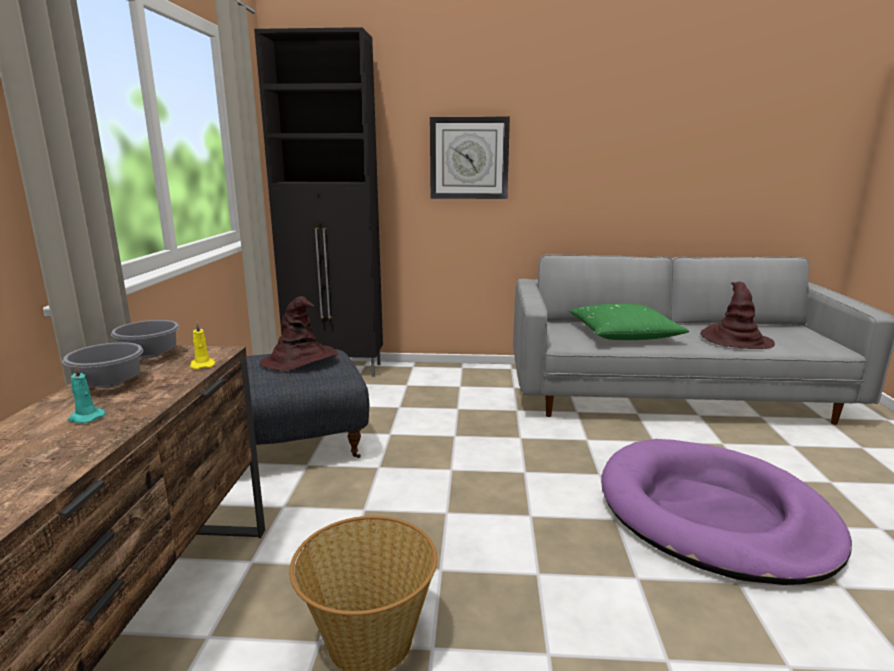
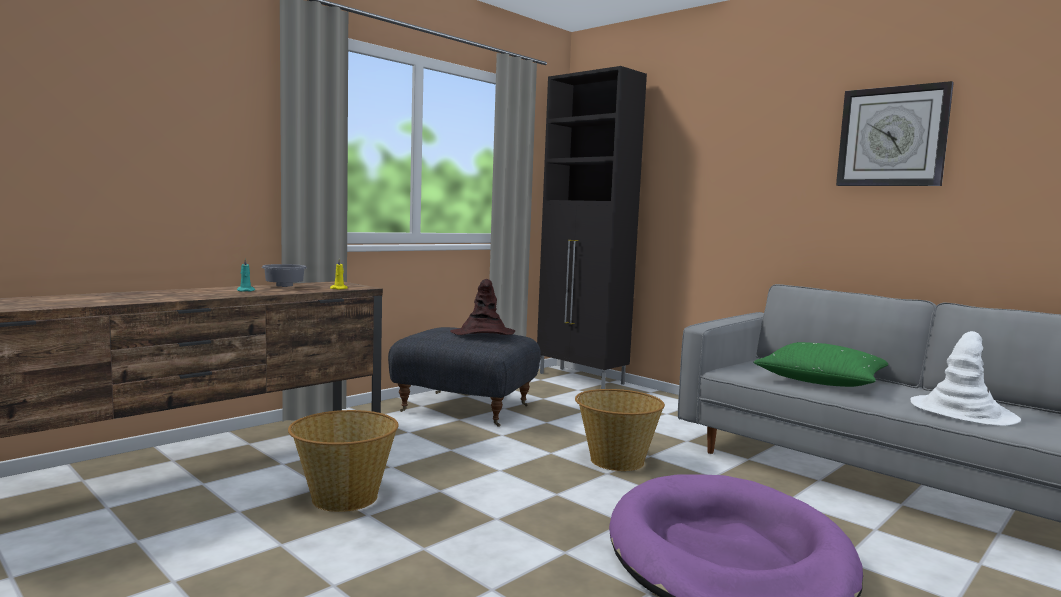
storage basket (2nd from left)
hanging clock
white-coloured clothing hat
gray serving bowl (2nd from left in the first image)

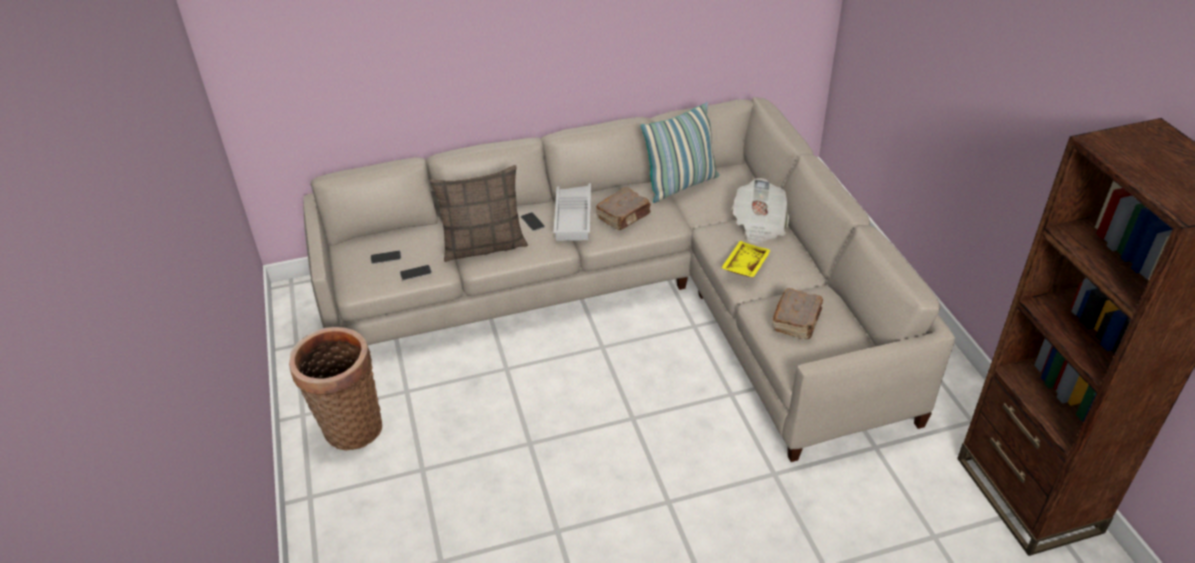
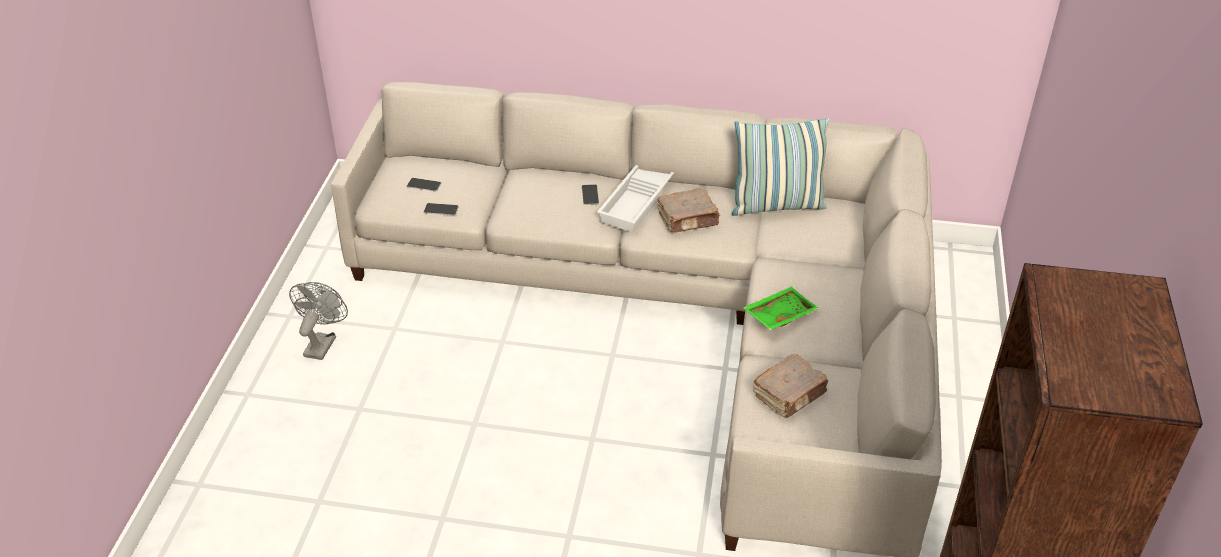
gray cooling fan
green-coloured serving tray
pillow (1st from left in the first image)
newspaper

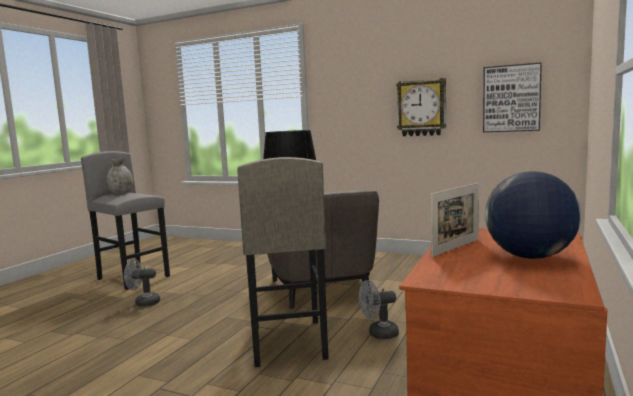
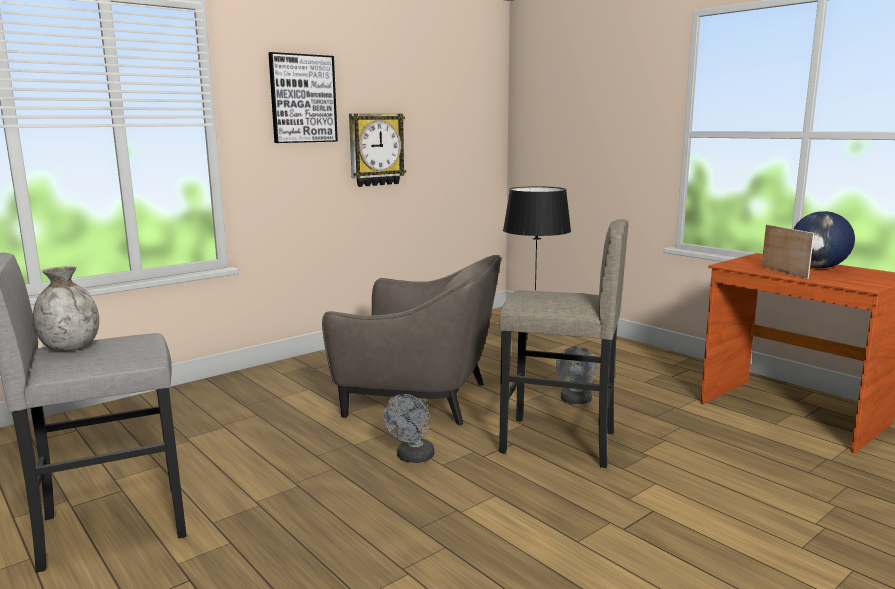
wall art
gray cooling fan (1st from left)

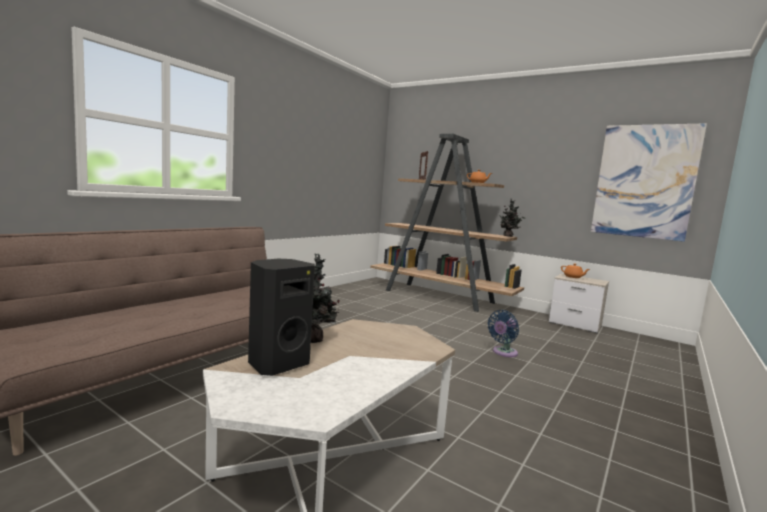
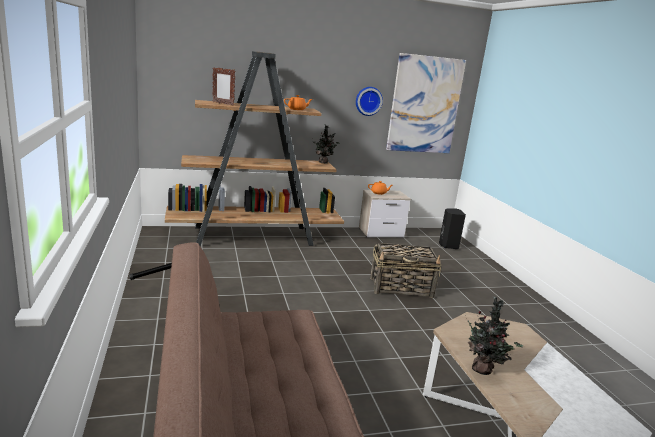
hanging clock
storage basket
black loudspeaker

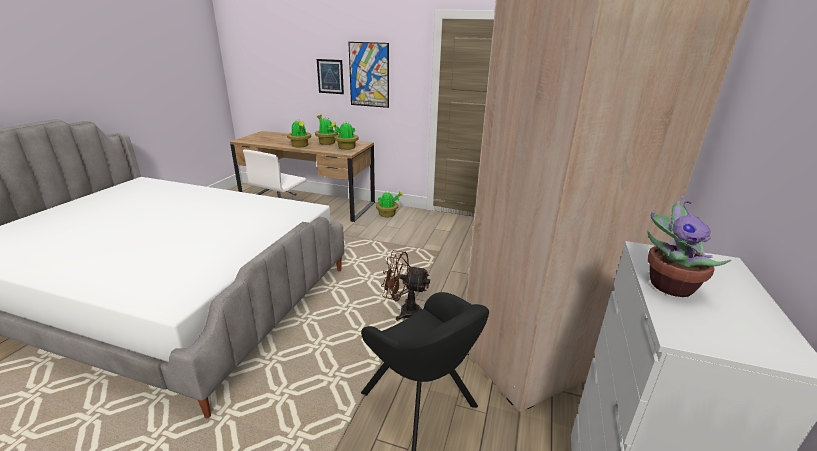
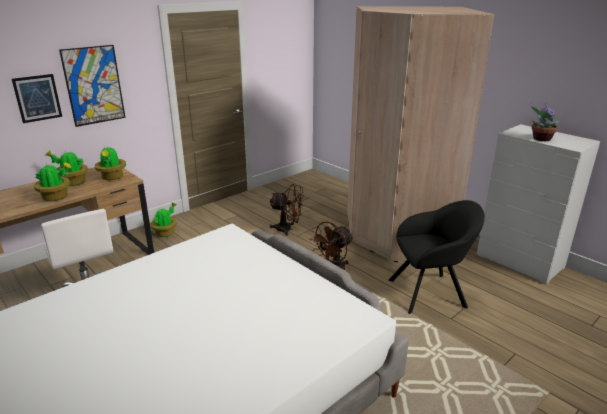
brown cooling fan (1st from left)

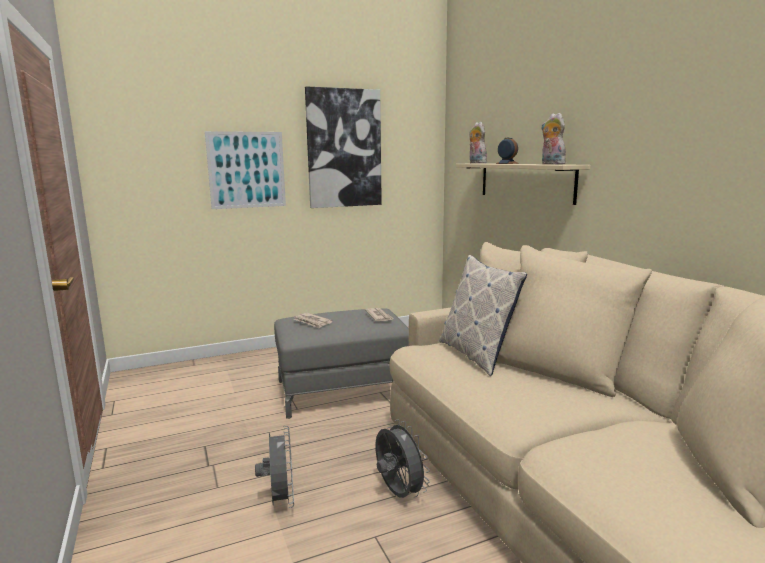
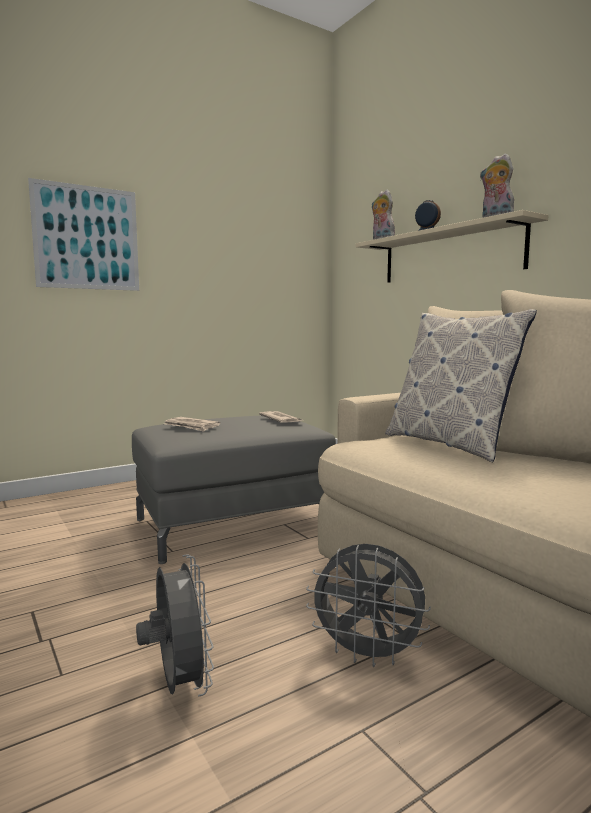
gray cooling fan (2nd from left)
wall art (2nd from left in the first image)

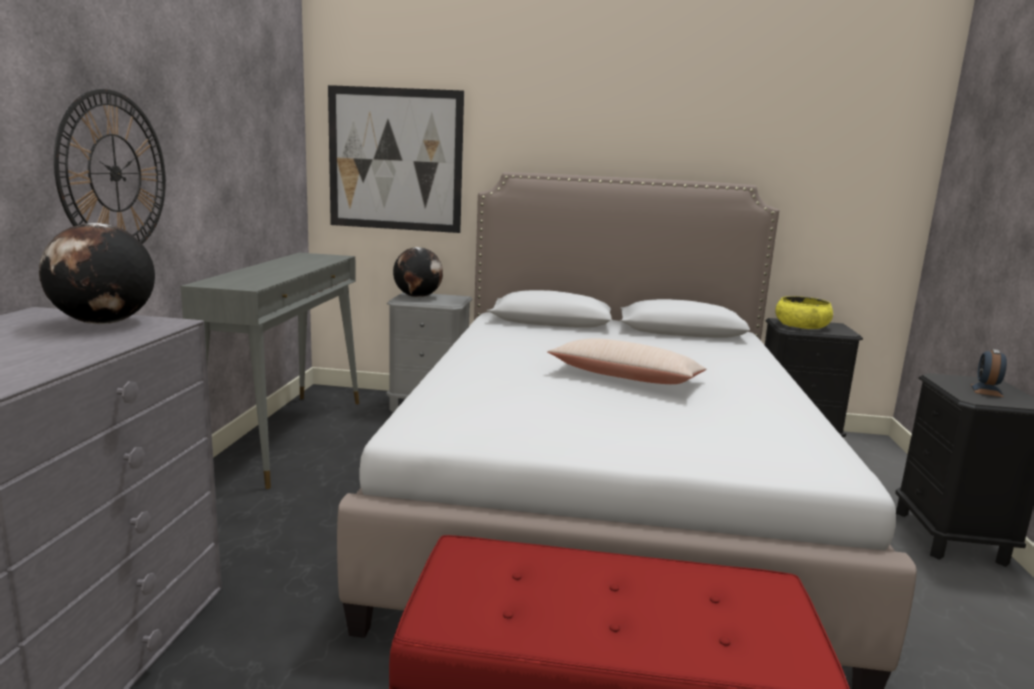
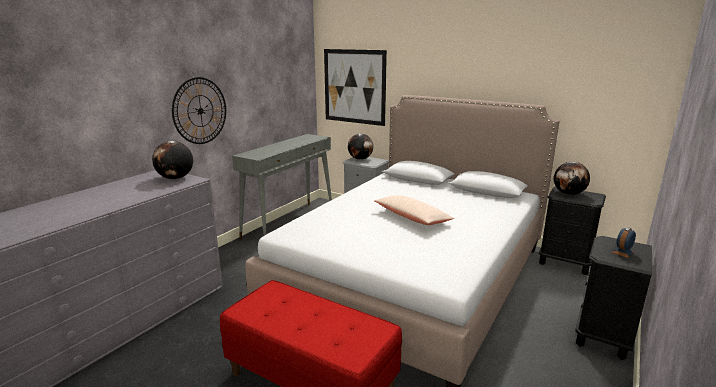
world globe (3rd from left)

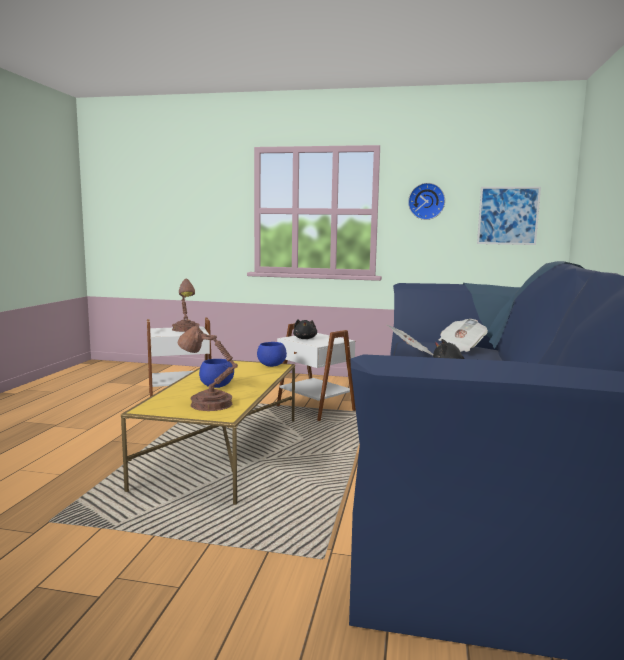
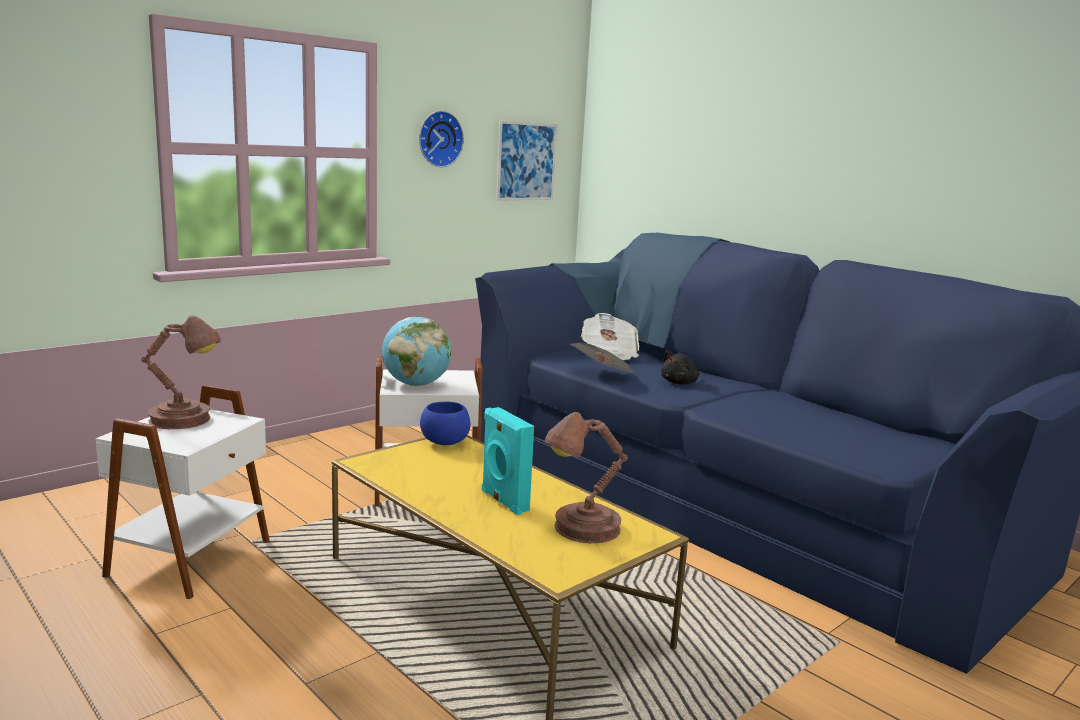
world globe
blue-green loudspeaker

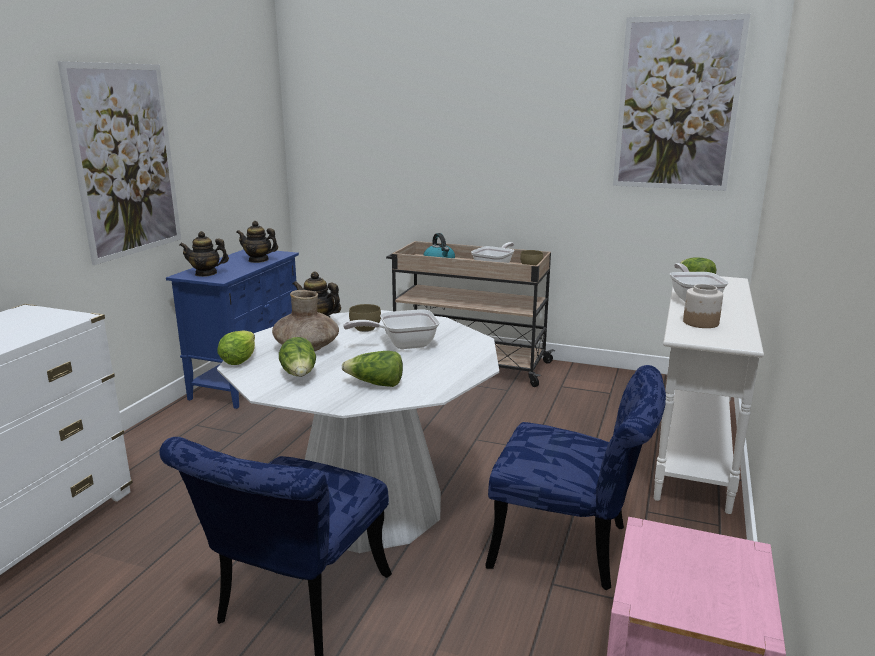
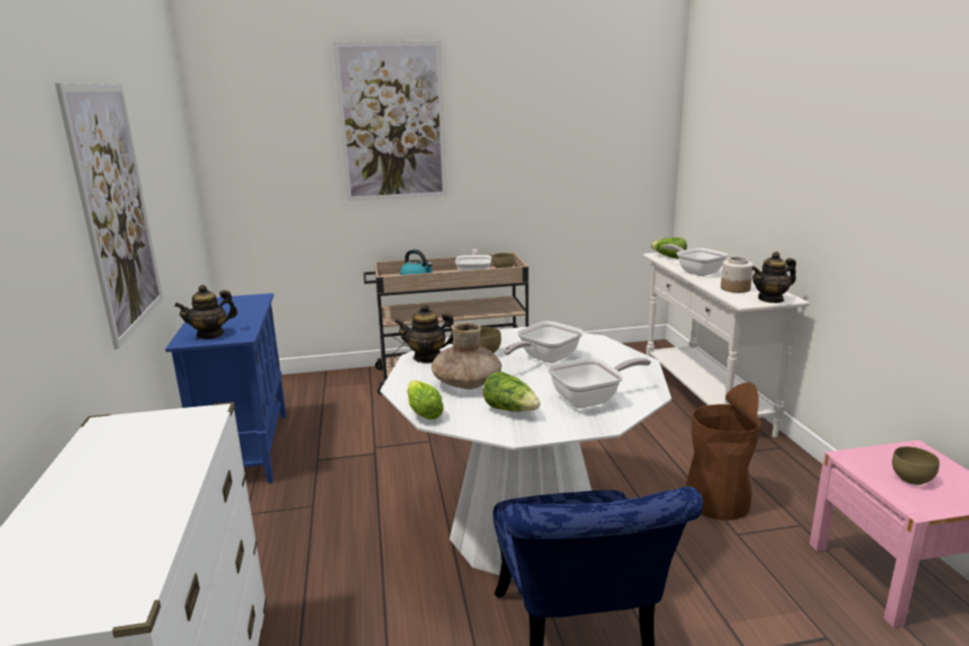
wall art (2nd from left)
frying pan (3rd from left)
brown trash can
teapot (3rd from left)
brown serving bowl (3rd from left)

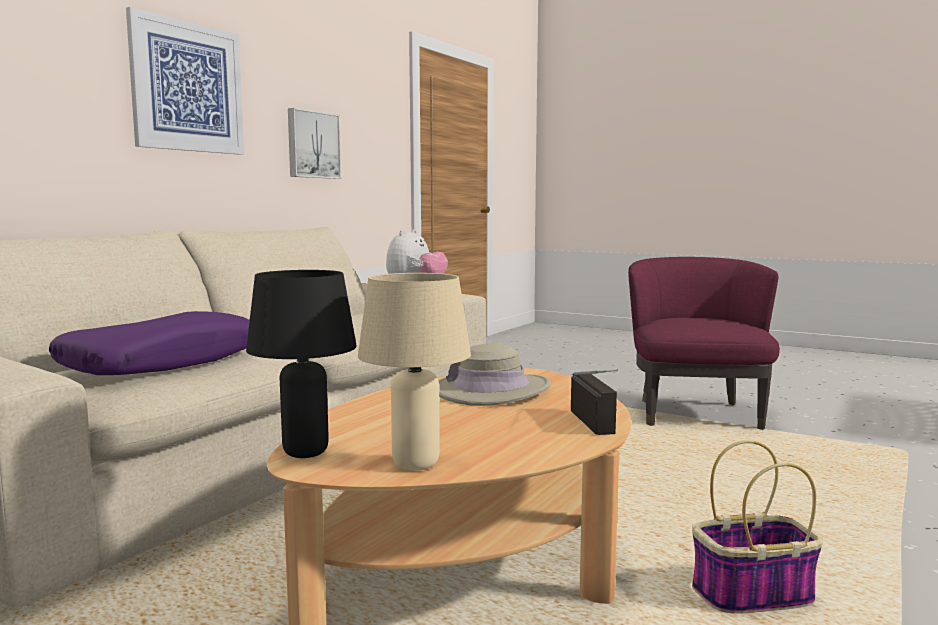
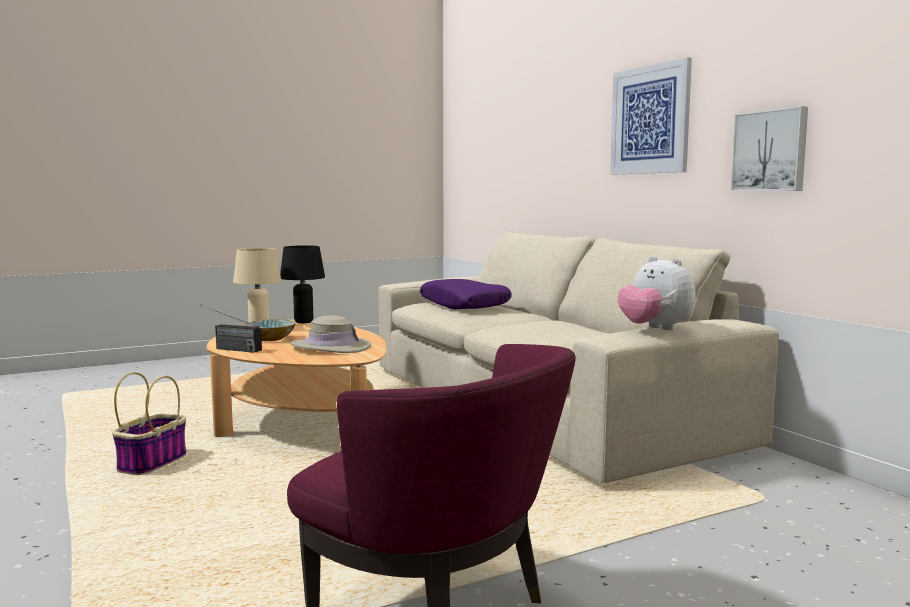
serving bowl

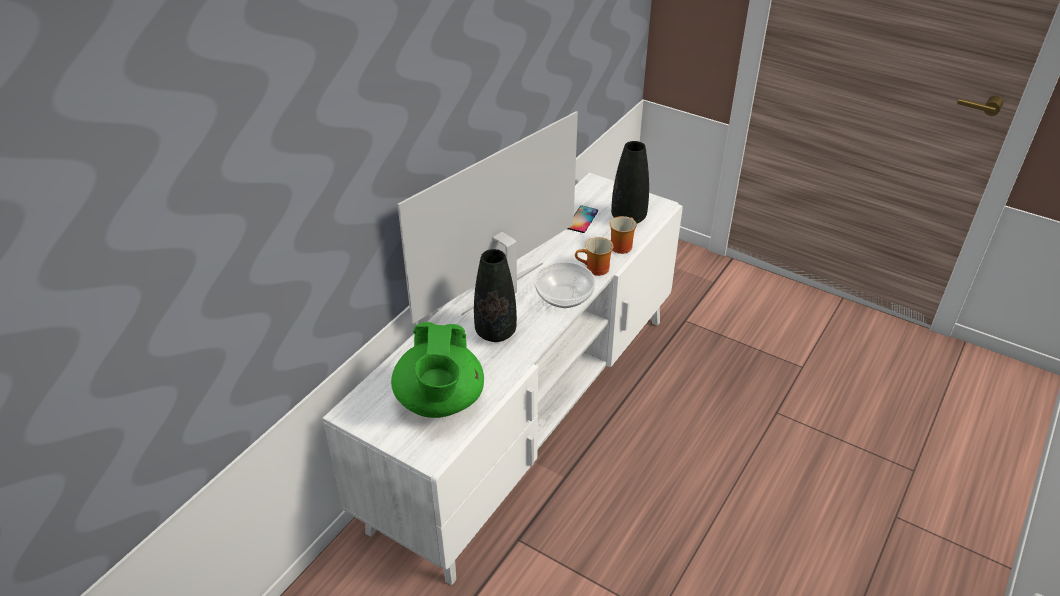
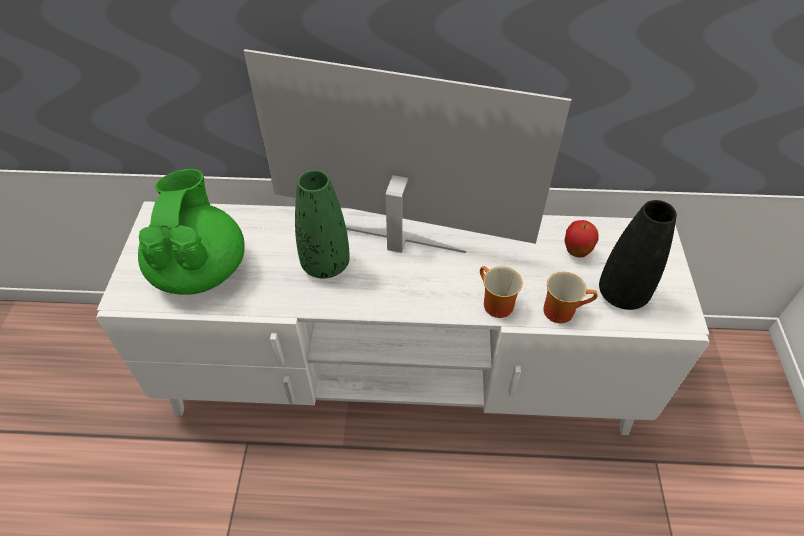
green-coloured teapot
green-coloured flower vase
whole apple
serving bowl

